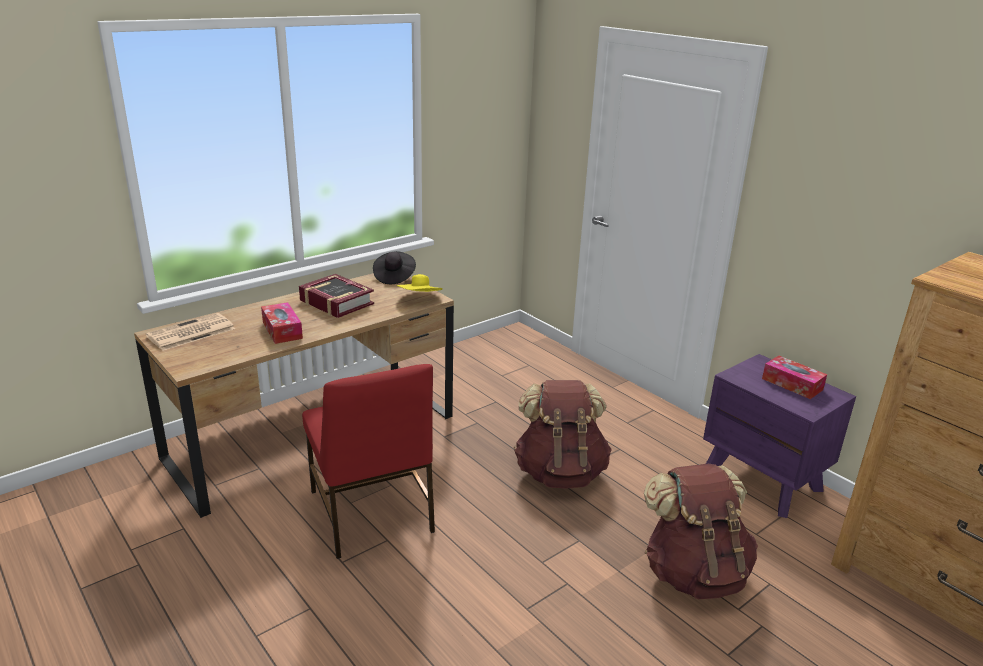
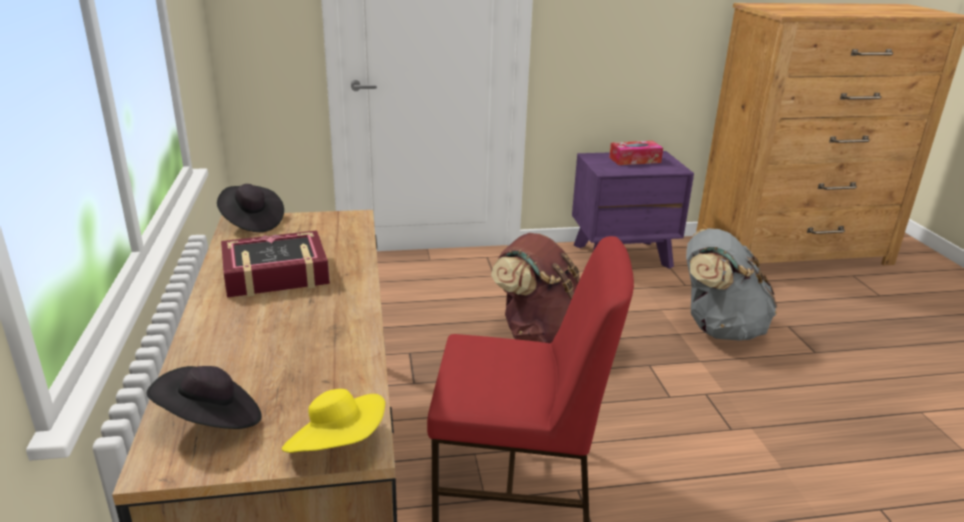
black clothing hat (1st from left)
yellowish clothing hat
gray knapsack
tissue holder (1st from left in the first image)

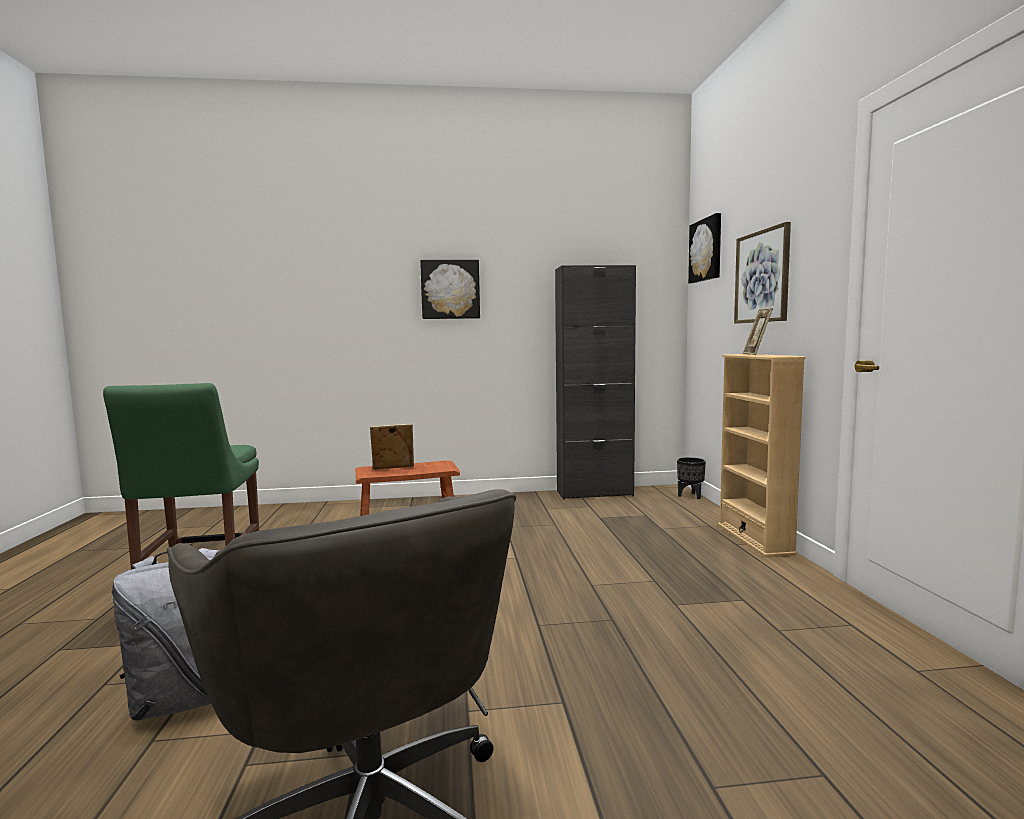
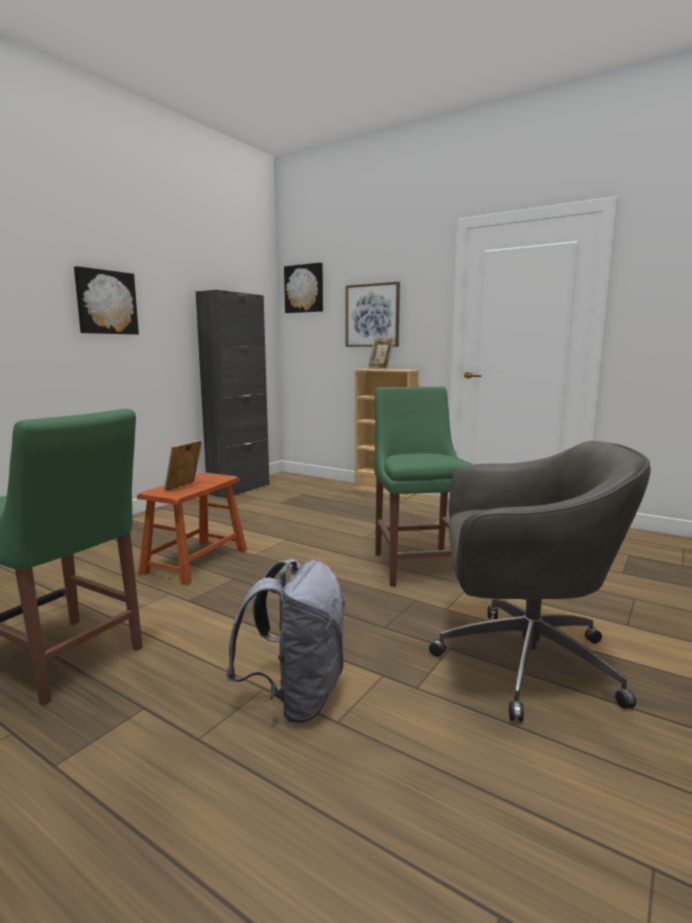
green-coloured chair (2nd from left)
black plant pot

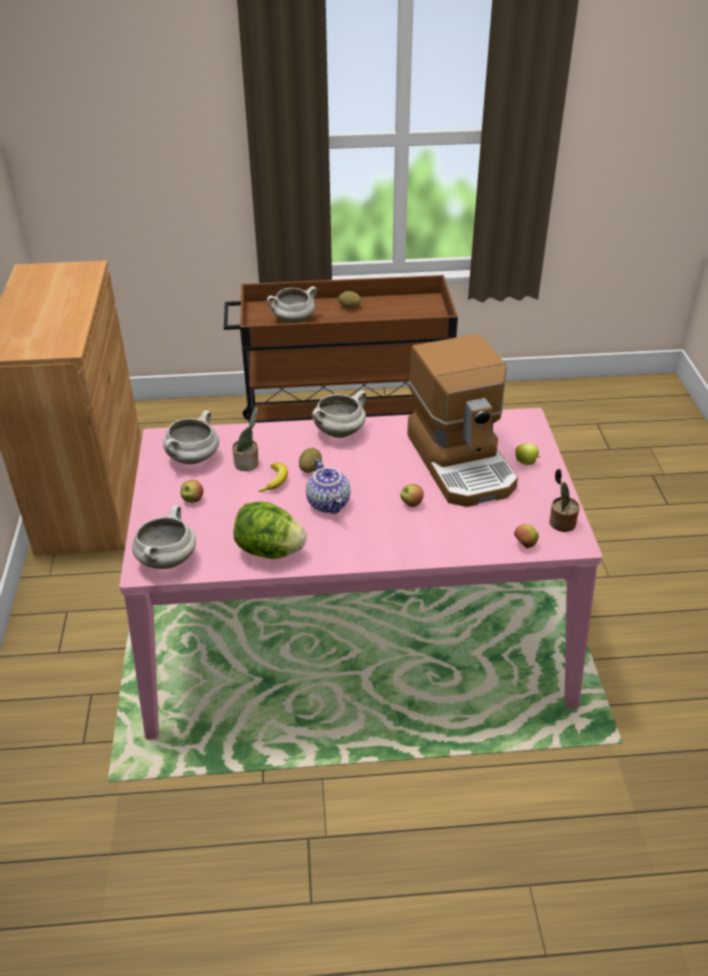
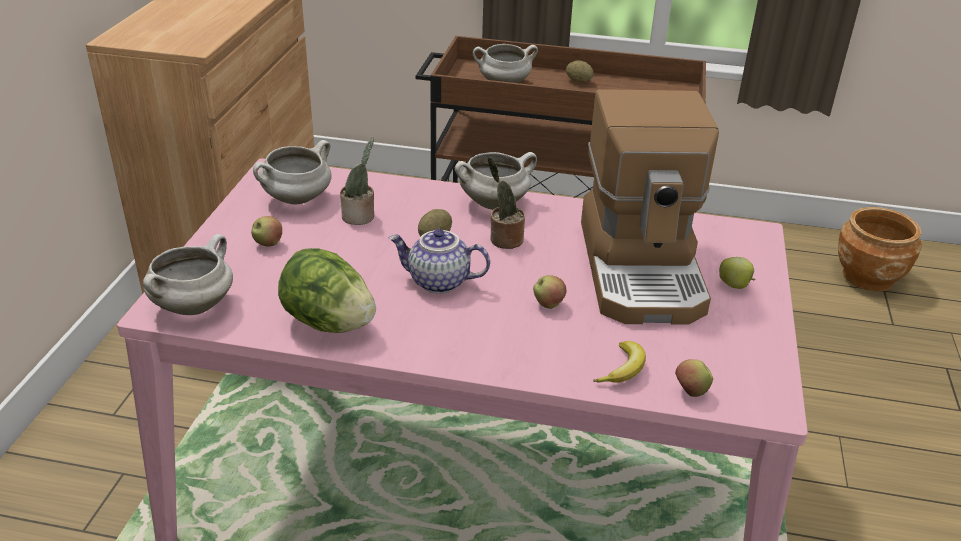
teapot
potted plant (2nd from left)
whole banana
brown plant pot

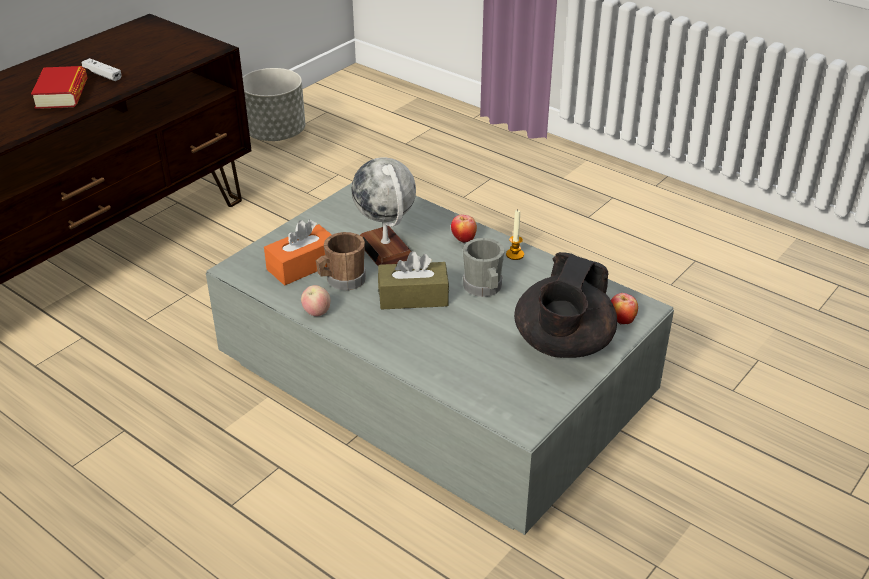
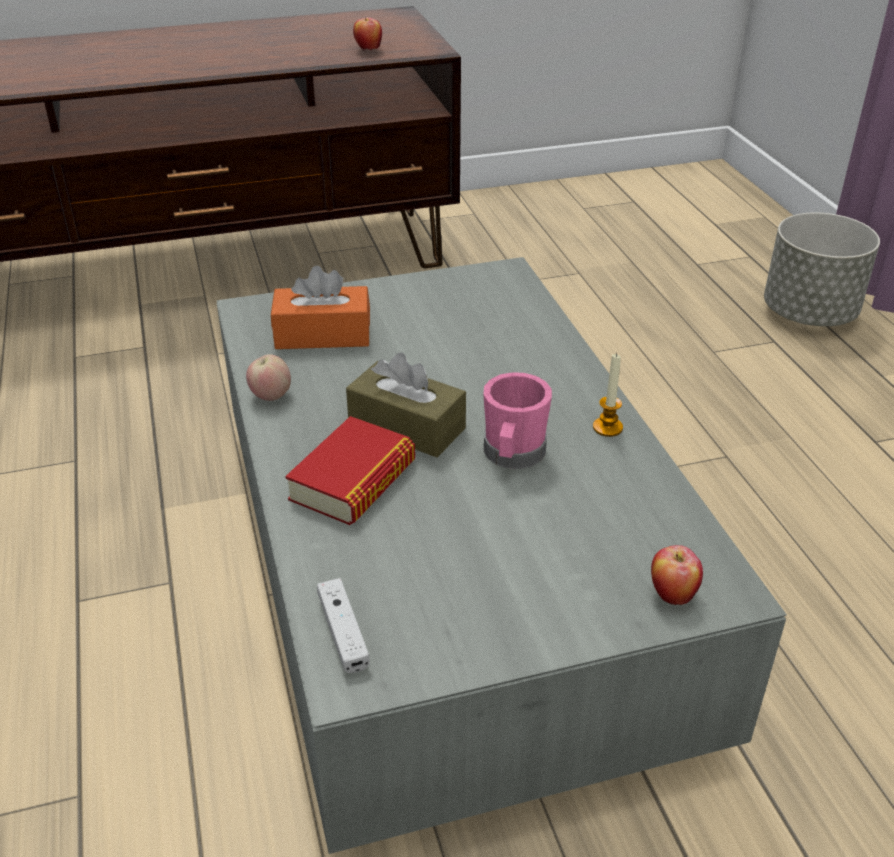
volume
white-coloured joypad
whole apple (2nd from left)
pink-coloured mug
gray plant pot
brown mug
world globe
black teapot

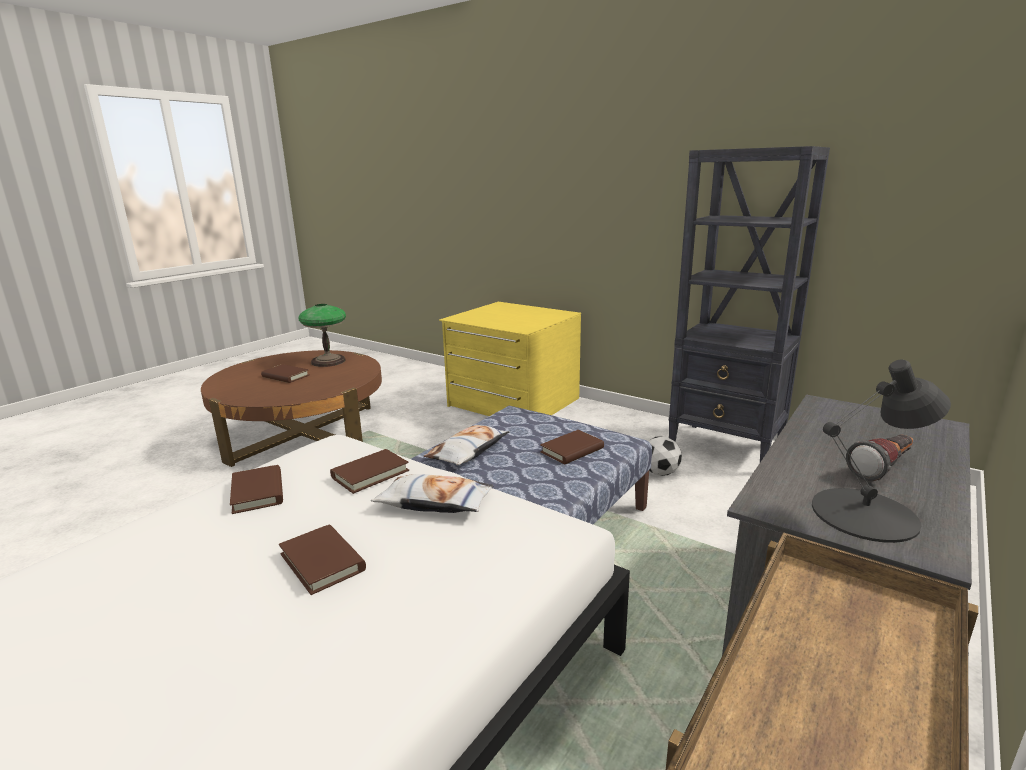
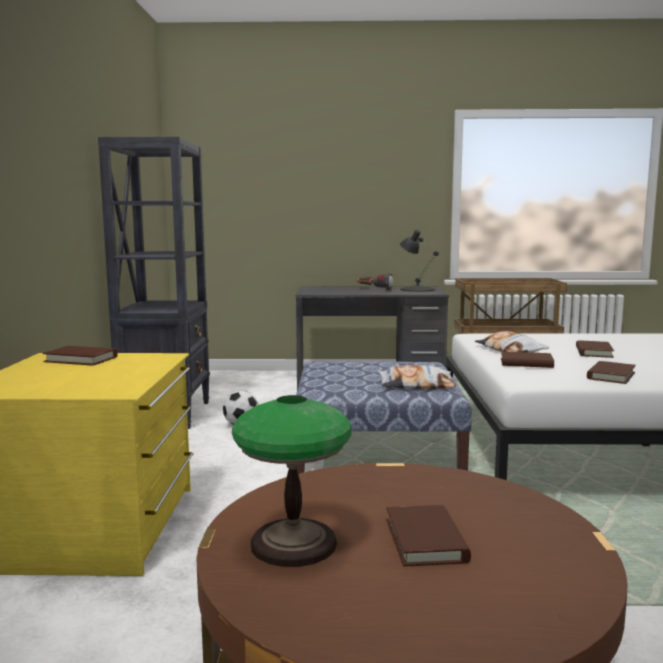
brown volume (1st from left)

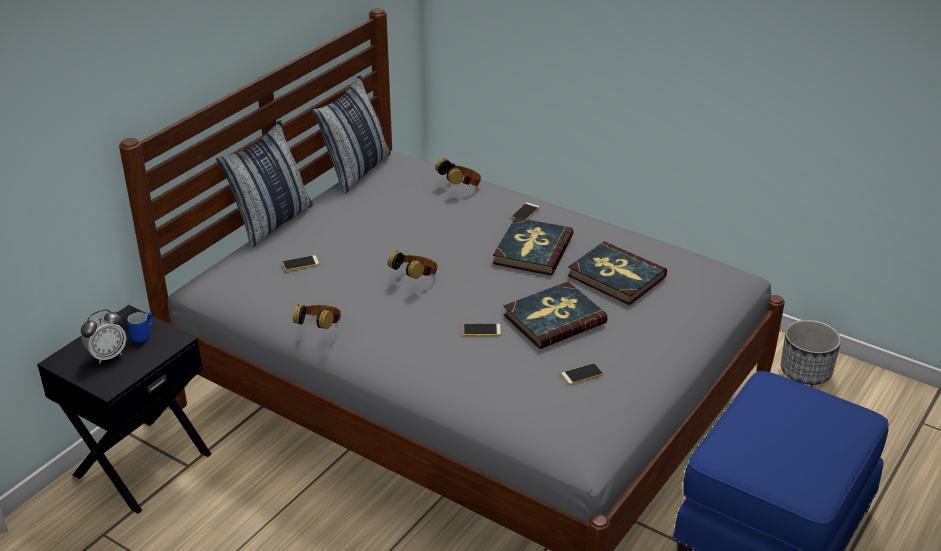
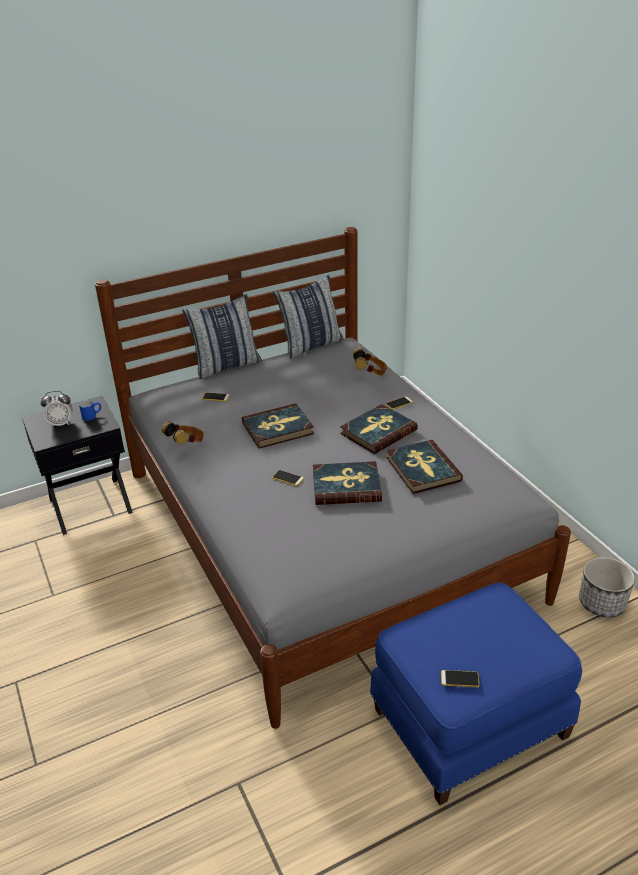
volume (1st from left)
phone (4th from left)

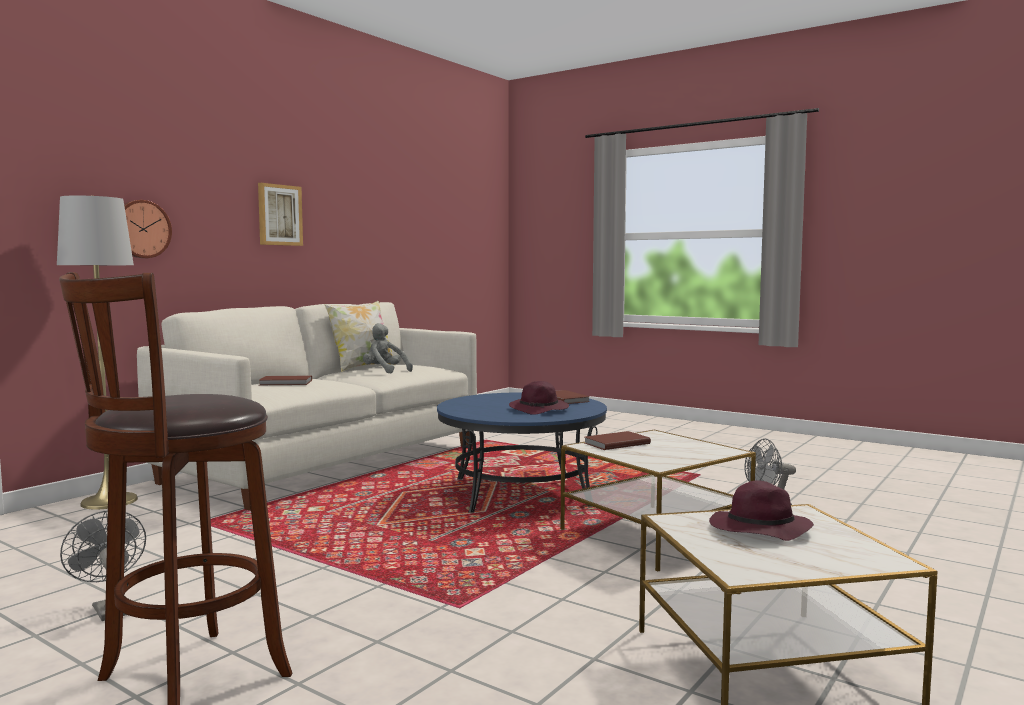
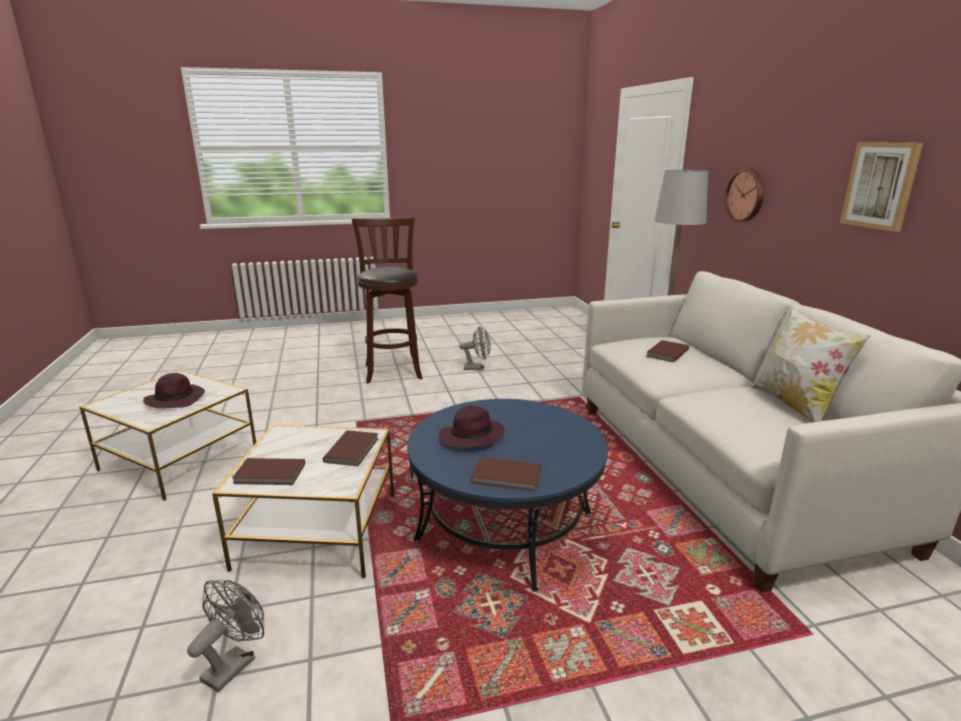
brown volume (1st from left)
gray soft toy

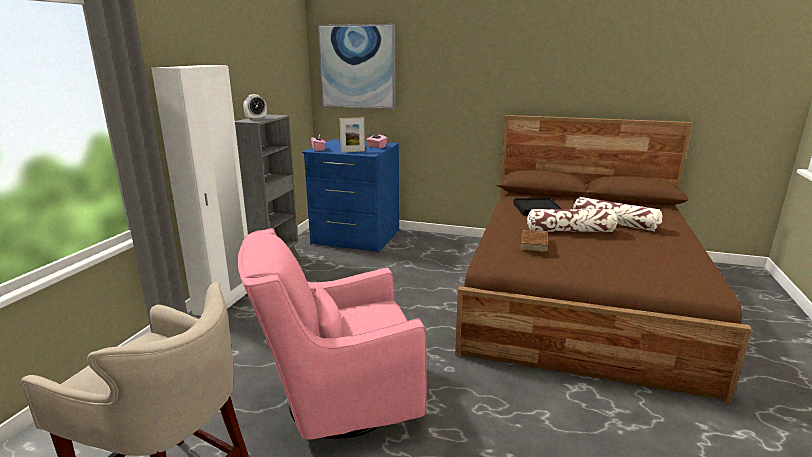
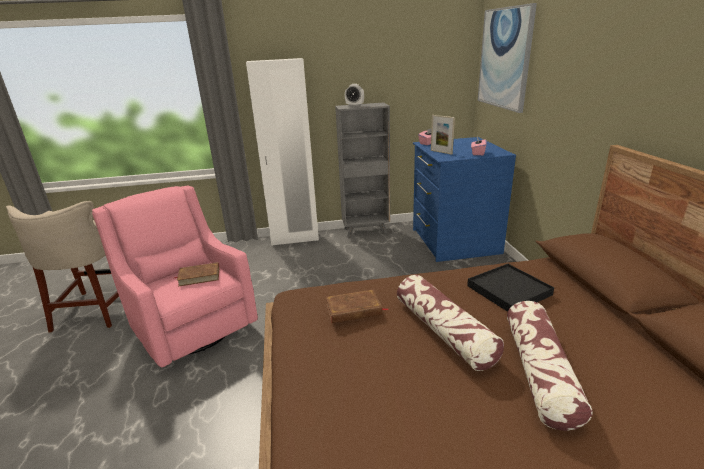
brown volume (1st from left)

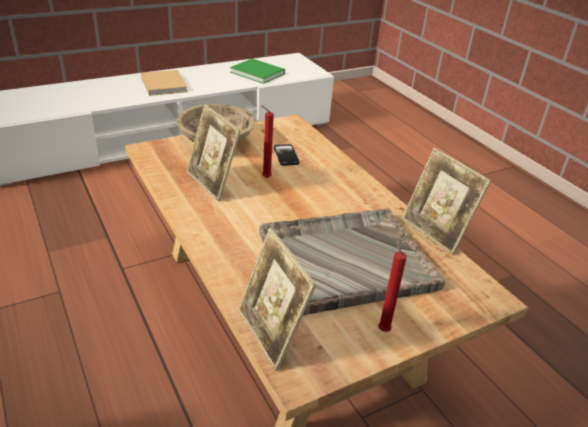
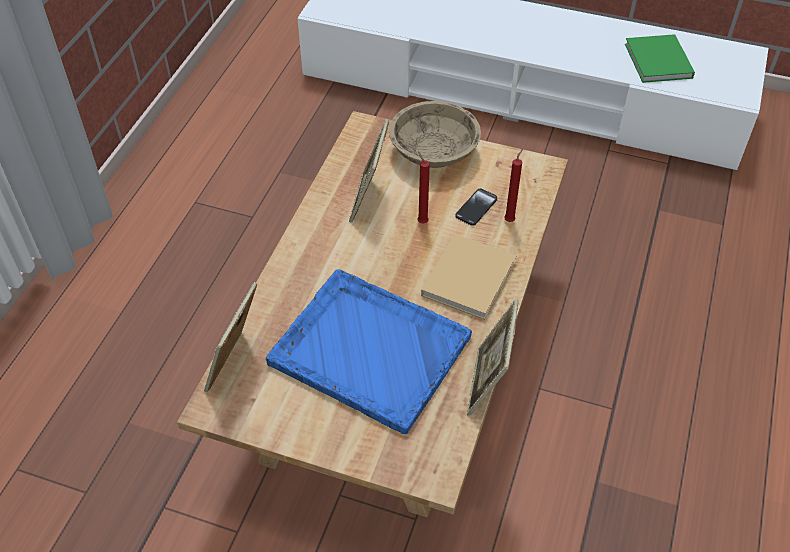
blue-coloured serving tray
sand-coloured volume
reddish wax light (2nd from left)

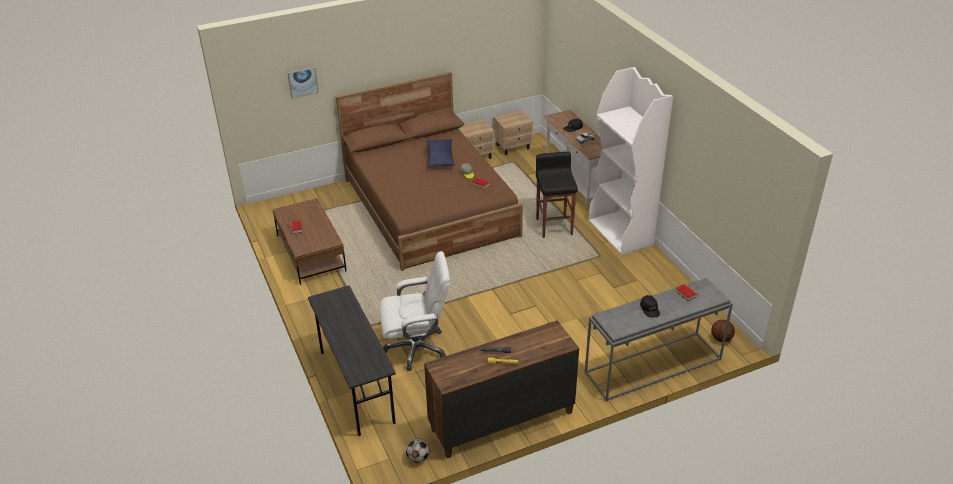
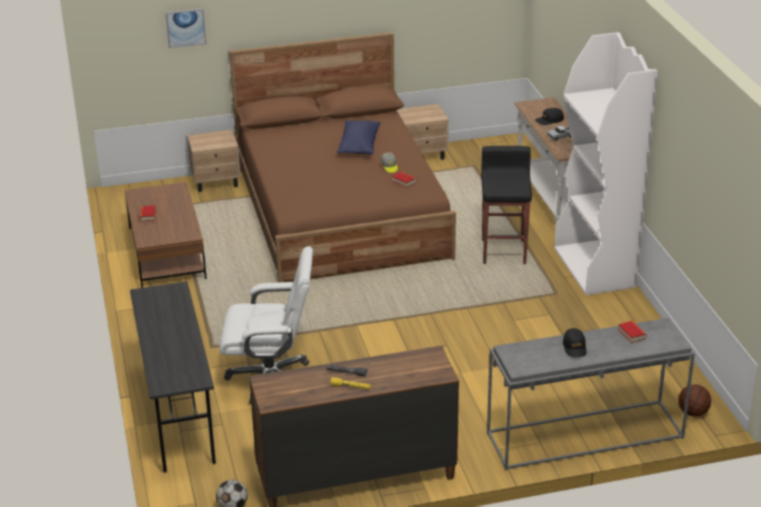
sand-coloured nightstand (1st from left)

